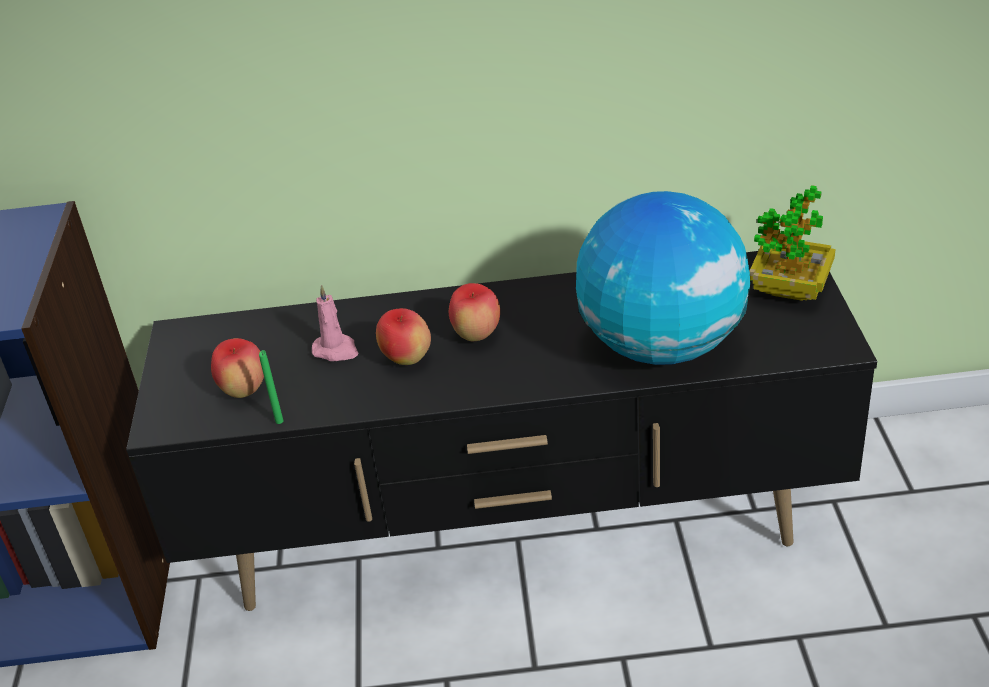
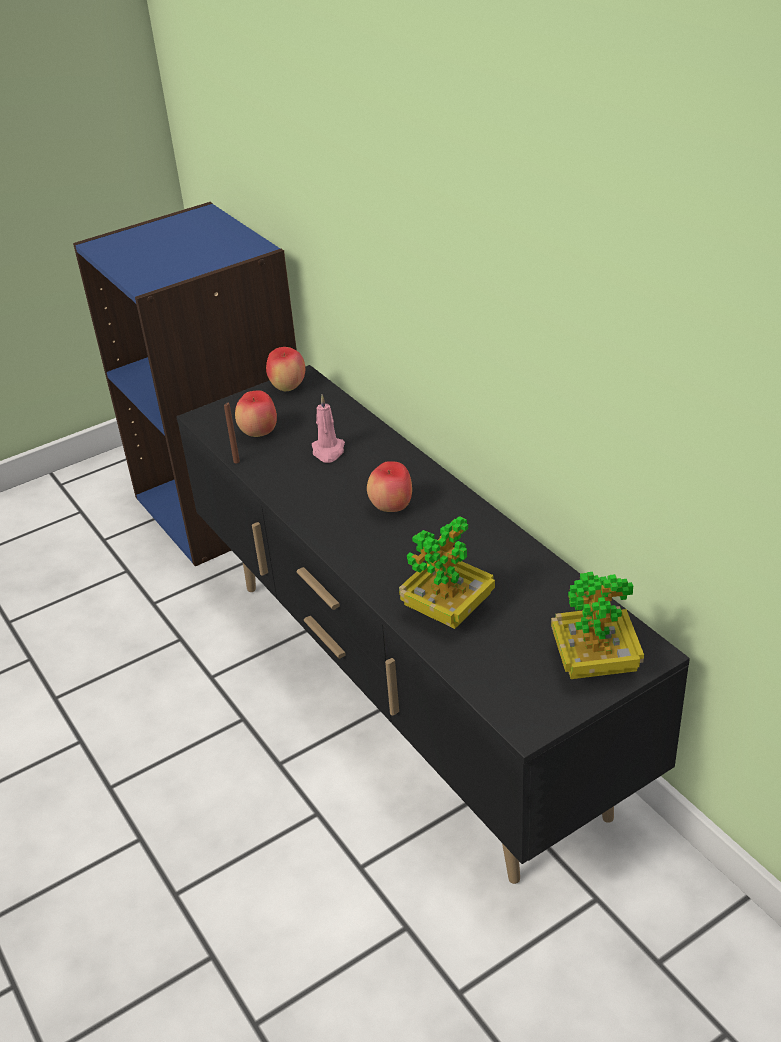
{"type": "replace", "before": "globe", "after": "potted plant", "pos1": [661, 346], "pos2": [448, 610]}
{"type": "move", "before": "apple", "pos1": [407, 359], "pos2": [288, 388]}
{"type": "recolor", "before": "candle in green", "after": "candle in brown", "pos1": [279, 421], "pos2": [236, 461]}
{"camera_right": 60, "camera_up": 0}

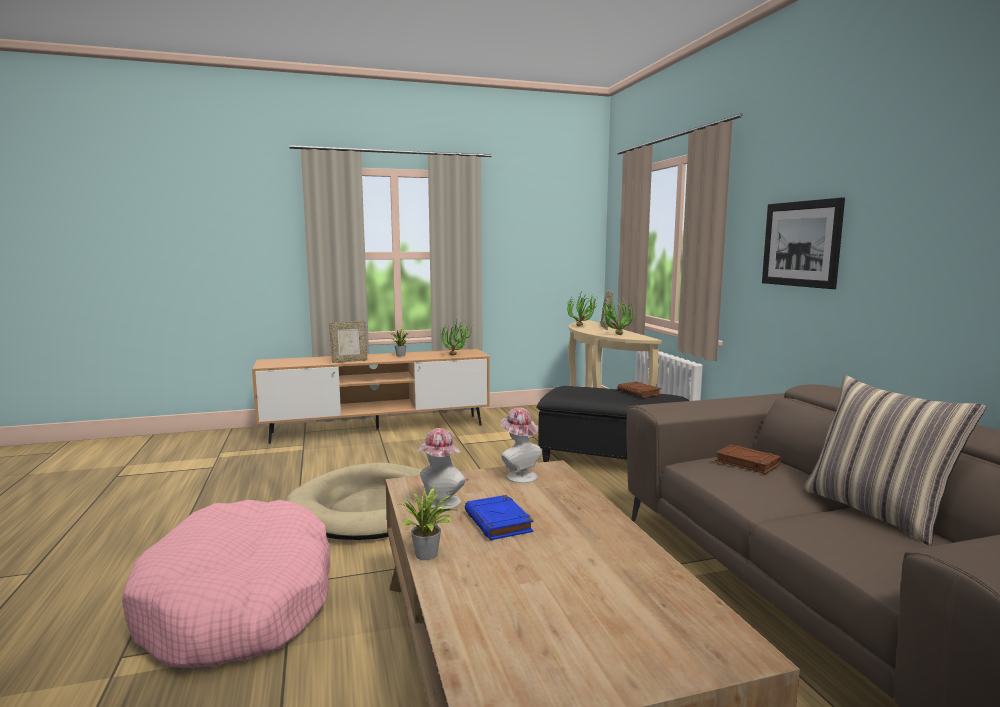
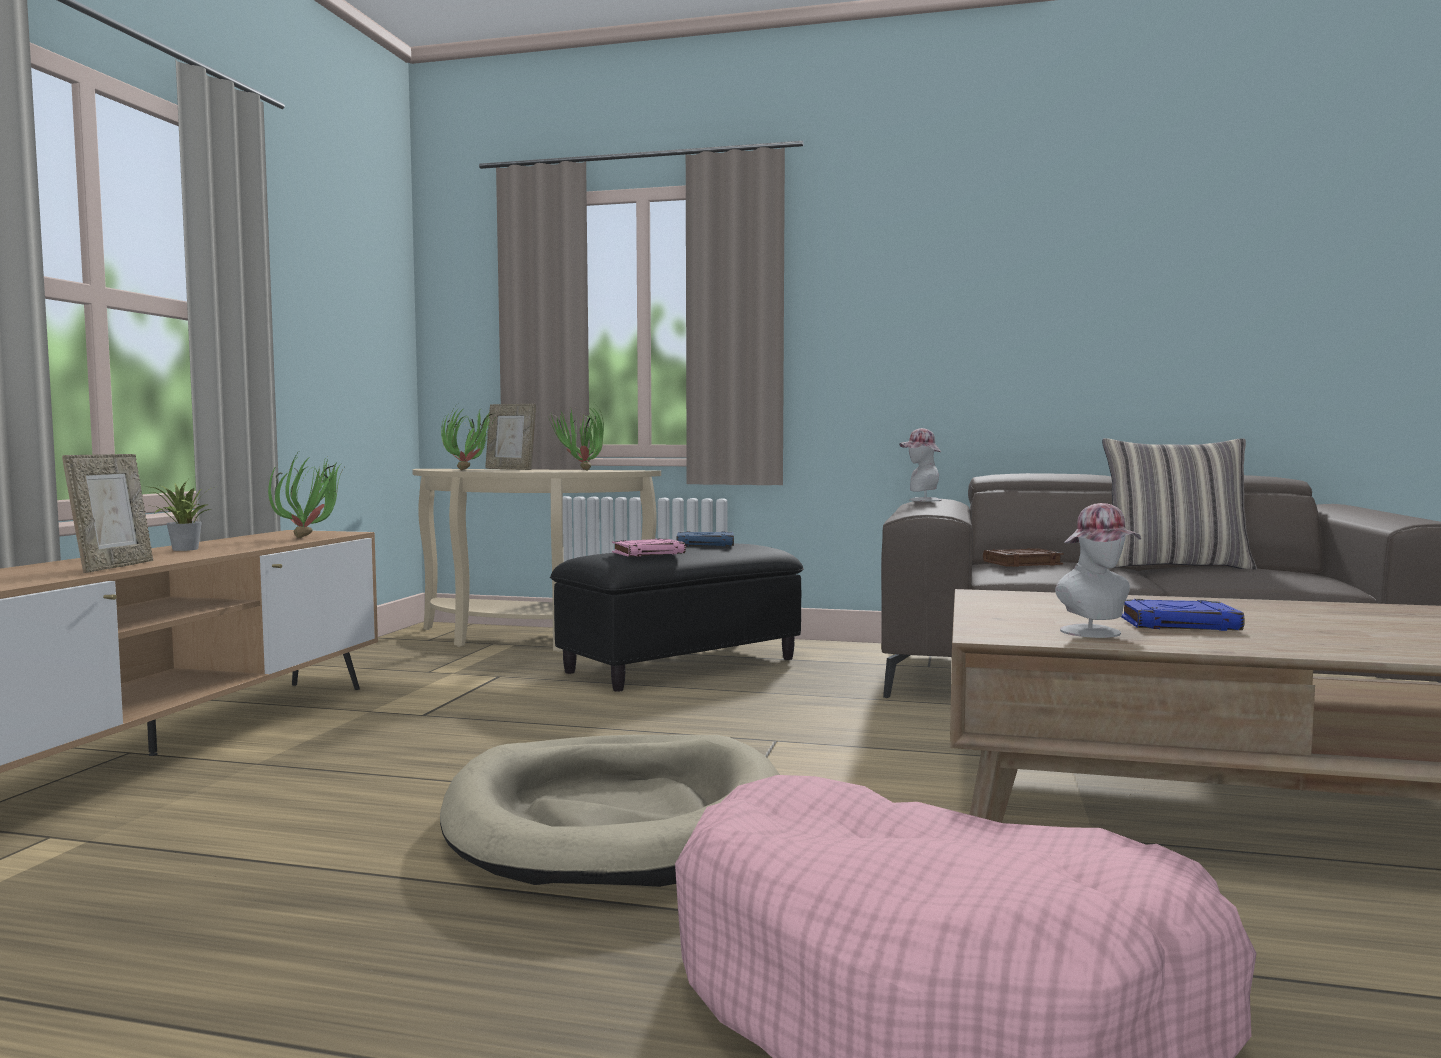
{"type": "delete", "before": "picture", "pos1": [801, 244]}
{"type": "recolor", "before": "book in brown", "after": "book in blue", "pos1": [639, 392], "pos2": [706, 544]}
{"type": "move", "before": "hat", "pos1": [518, 475], "pos2": [920, 500]}
{"type": "delete", "before": "potted plant", "pos1": [428, 556]}
{"type": "insert", "after": "book in pink", "pos2": [649, 553]}
{"camera_right": -60, "camera_up": -5}

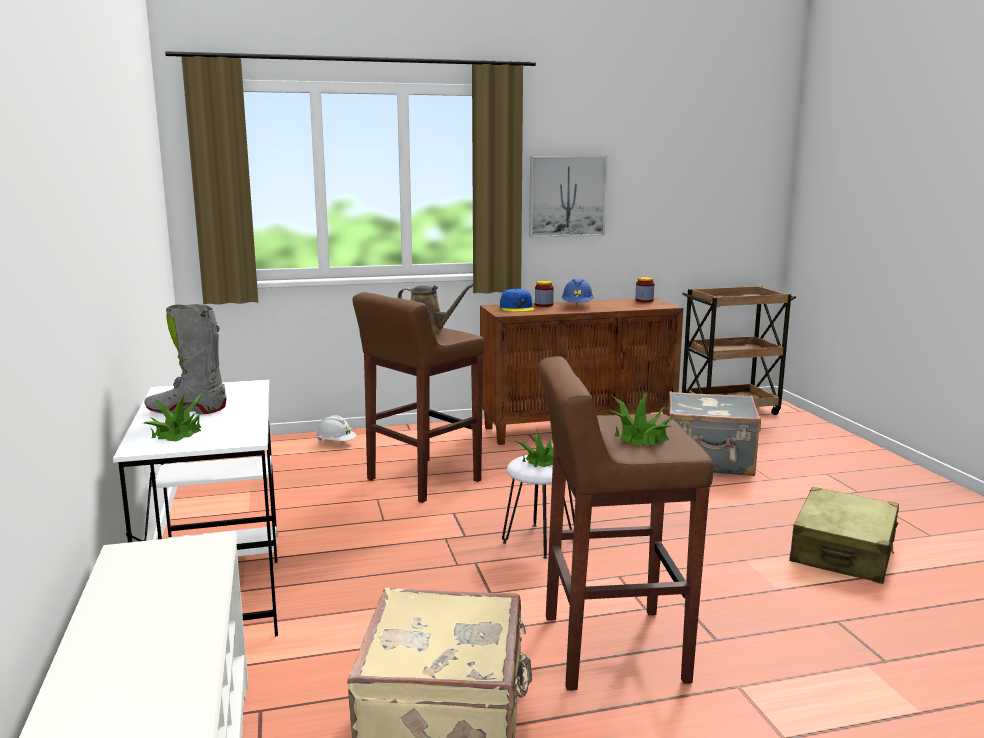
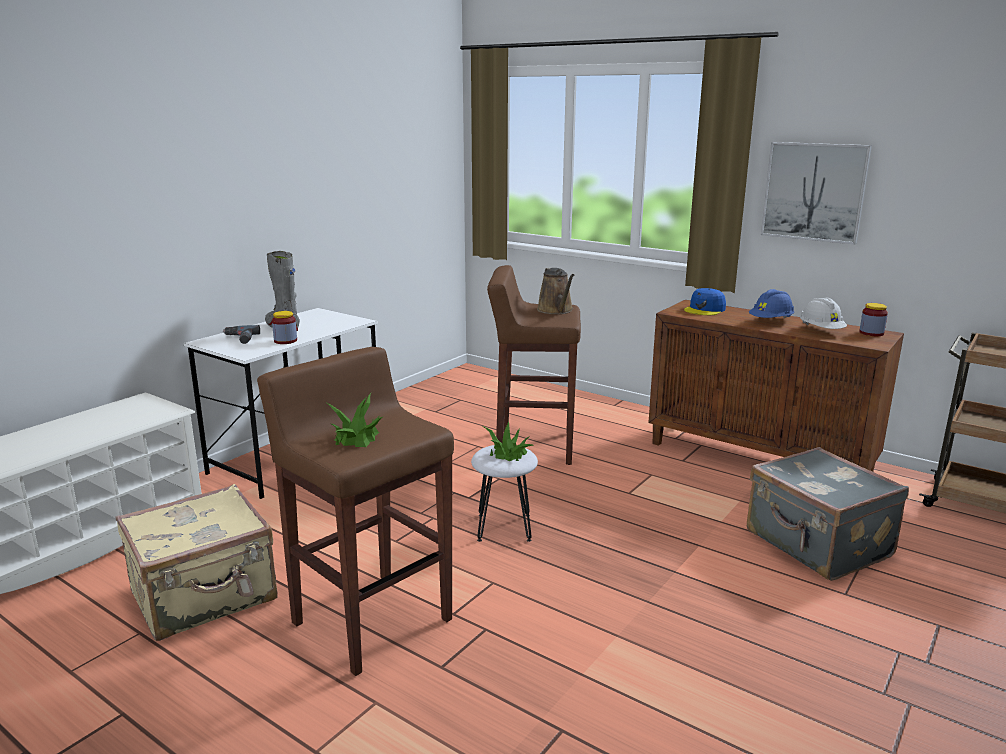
{"type": "move", "before": "jar", "pos1": [544, 305], "pos2": [285, 341]}
{"type": "replace", "before": "potted plant", "after": "power drill", "pos1": [177, 433], "pos2": [240, 339]}
{"type": "move", "before": "hard hat in white", "pos1": [336, 443], "pos2": [821, 331]}
{"type": "delete", "before": "suitcase in beige", "pos1": [843, 552]}
{"camera_right": 50, "camera_up": 5}

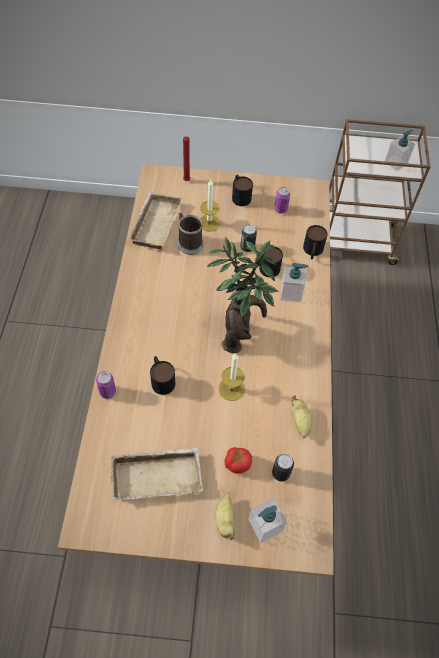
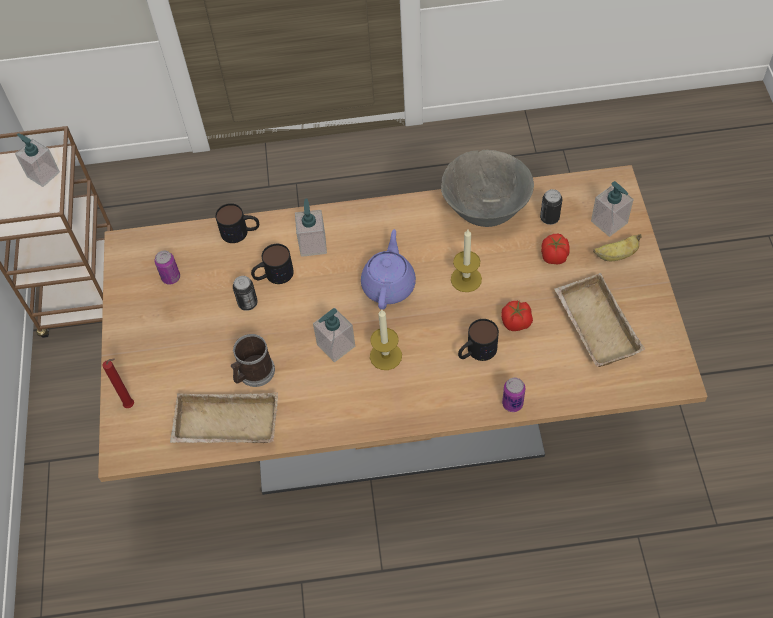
{"type": "delete", "before": "mug", "pos1": [240, 195]}
{"type": "move", "before": "candle", "pos1": [209, 223], "pos2": [385, 356]}
{"type": "replace", "before": "potted plant", "after": "teapot in purple", "pos1": [240, 334], "pos2": [389, 285]}
{"type": "replace", "before": "banana", "after": "bowl in grey", "pos1": [300, 422], "pos2": [485, 210]}
{"type": "insert", "after": "tomato", "pos2": [516, 322]}
{"type": "insert", "after": "soap dispenser", "pos2": [336, 346]}
{"camera_right": -95, "camera_up": 0}

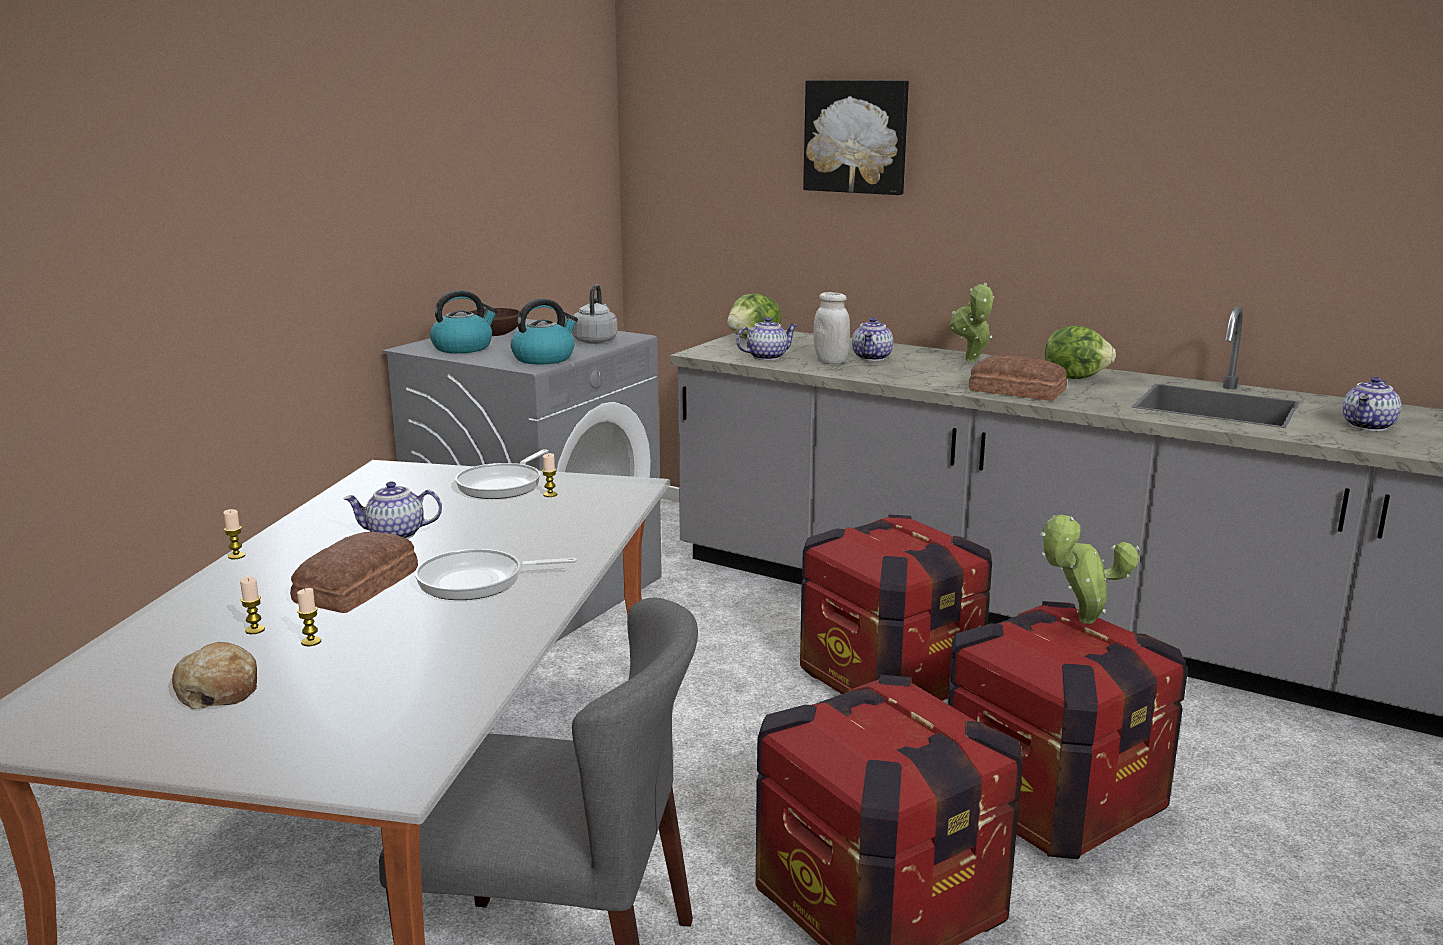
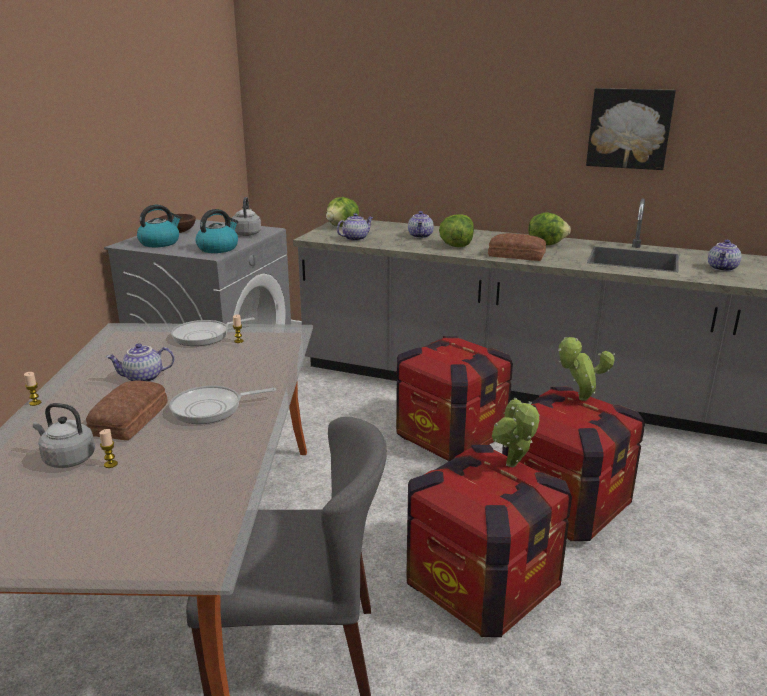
{"type": "move", "before": "picture", "pos1": [856, 137], "pos2": [629, 128]}
{"type": "move", "before": "potted plant", "pos1": [971, 362], "pos2": [513, 466]}
{"type": "delete", "before": "jar in white", "pos1": [831, 361]}
{"type": "rotate", "before": "frying pan", "pos1": [503, 485], "pos2": [204, 336], "turn": 45}
{"type": "replace", "before": "candle", "after": "kettle in grey", "pos1": [255, 630], "pos2": [67, 459]}
{"type": "delete", "before": "bread", "pos1": [219, 691]}
{"type": "insert", "after": "lettuce", "pos2": [456, 246]}
{"camera_right": -10, "camera_up": 5}

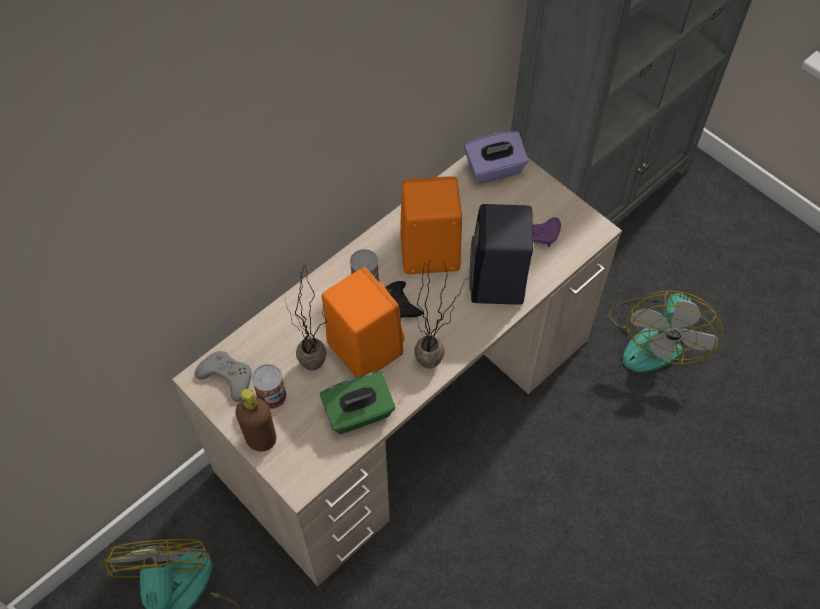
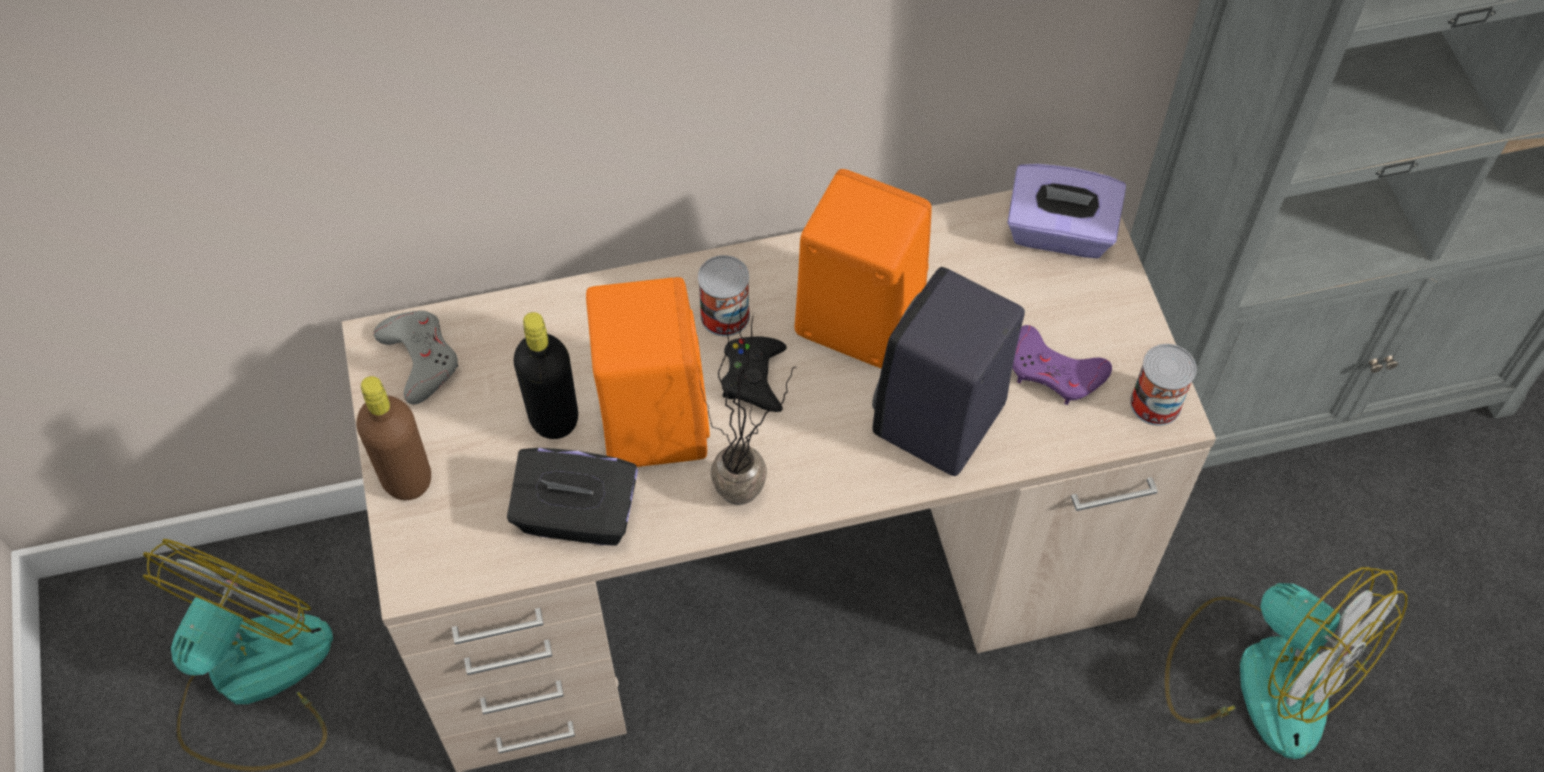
{"type": "replace", "before": "potted plant", "after": "bottle in black", "pos1": [315, 372], "pos2": [554, 418]}
{"type": "rotate", "before": "fan", "pos1": [655, 337], "pos2": [1261, 673], "turn": -90}
{"type": "move", "before": "can", "pos1": [271, 395], "pos2": [1155, 403]}
{"type": "recolor", "before": "tissue box in green", "after": "tissue box in black", "pos1": [359, 413], "pos2": [576, 517]}
{"camera_right": 30, "camera_up": 0}

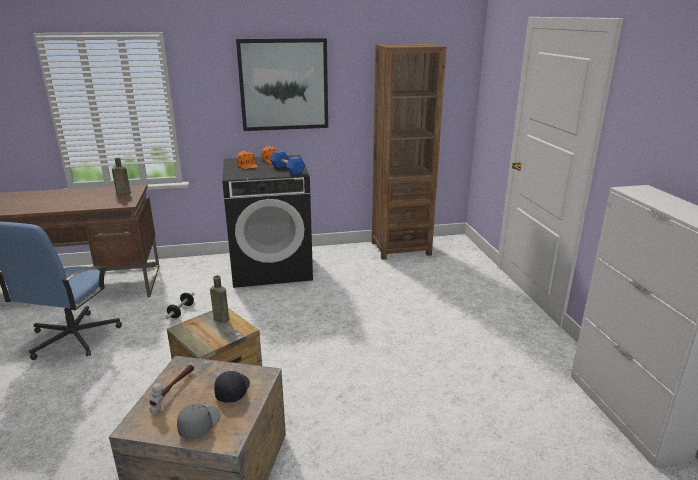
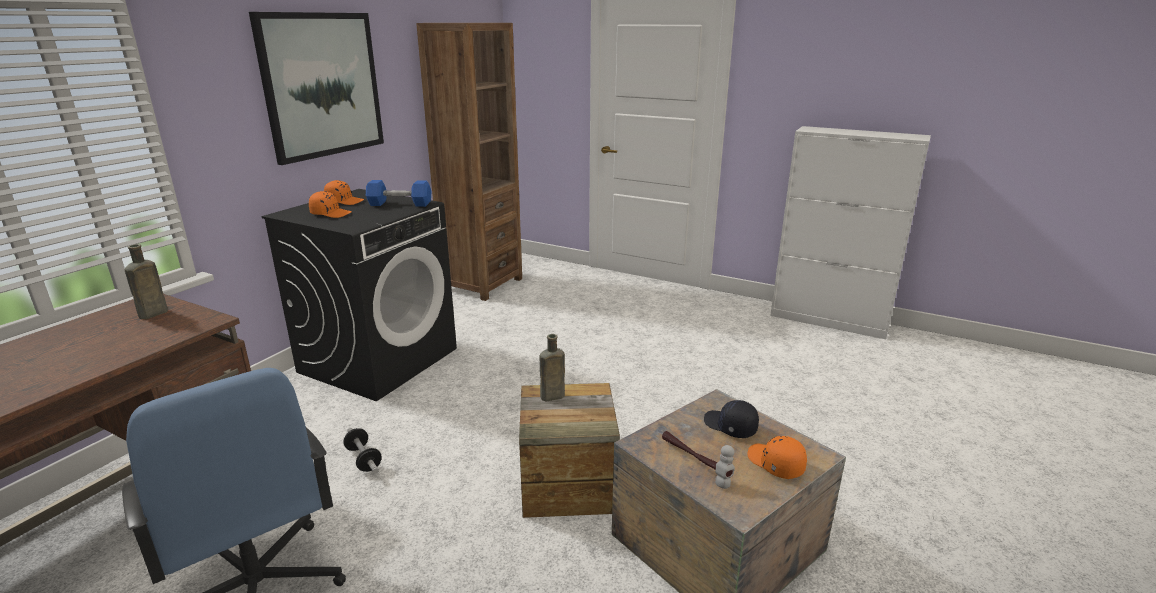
{"type": "recolor", "before": "cap in grey", "after": "cap in orange", "pos1": [199, 425], "pos2": [775, 464]}
{"camera_right": -50, "camera_up": 0}

